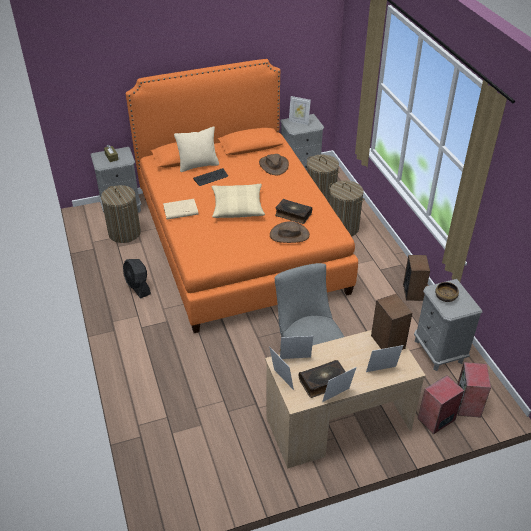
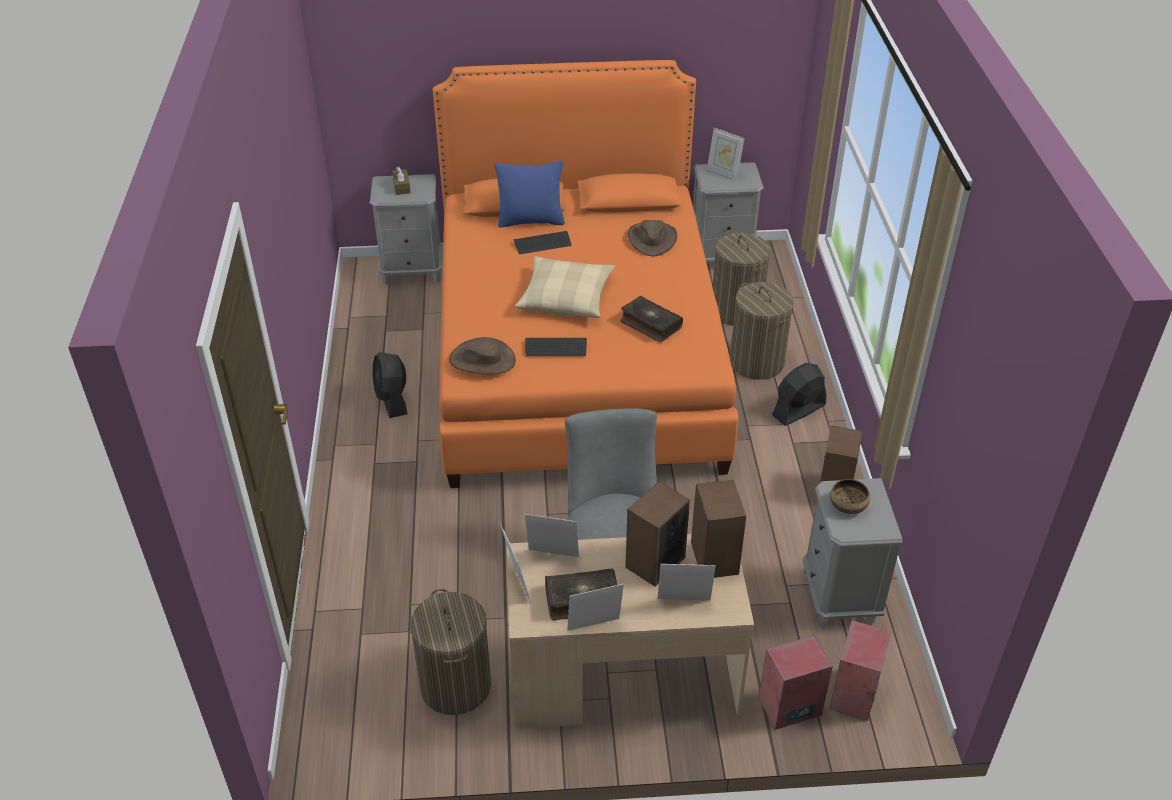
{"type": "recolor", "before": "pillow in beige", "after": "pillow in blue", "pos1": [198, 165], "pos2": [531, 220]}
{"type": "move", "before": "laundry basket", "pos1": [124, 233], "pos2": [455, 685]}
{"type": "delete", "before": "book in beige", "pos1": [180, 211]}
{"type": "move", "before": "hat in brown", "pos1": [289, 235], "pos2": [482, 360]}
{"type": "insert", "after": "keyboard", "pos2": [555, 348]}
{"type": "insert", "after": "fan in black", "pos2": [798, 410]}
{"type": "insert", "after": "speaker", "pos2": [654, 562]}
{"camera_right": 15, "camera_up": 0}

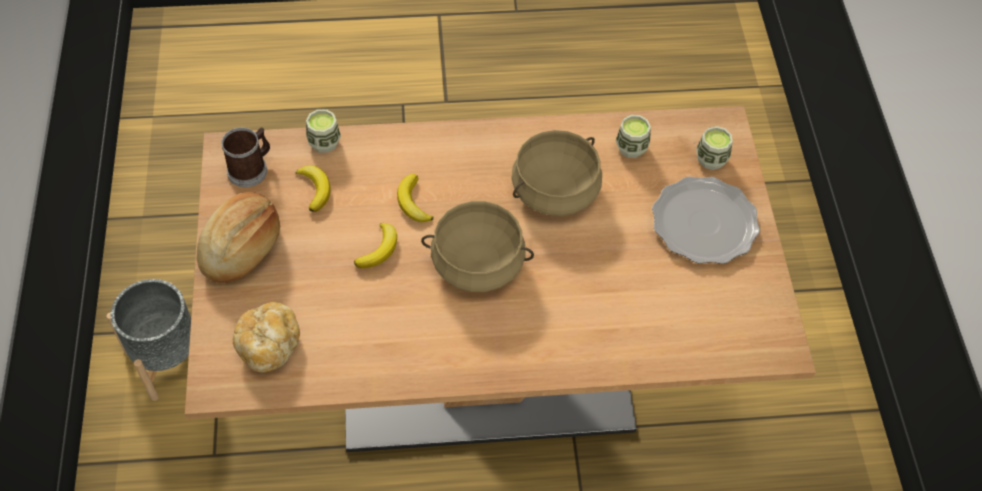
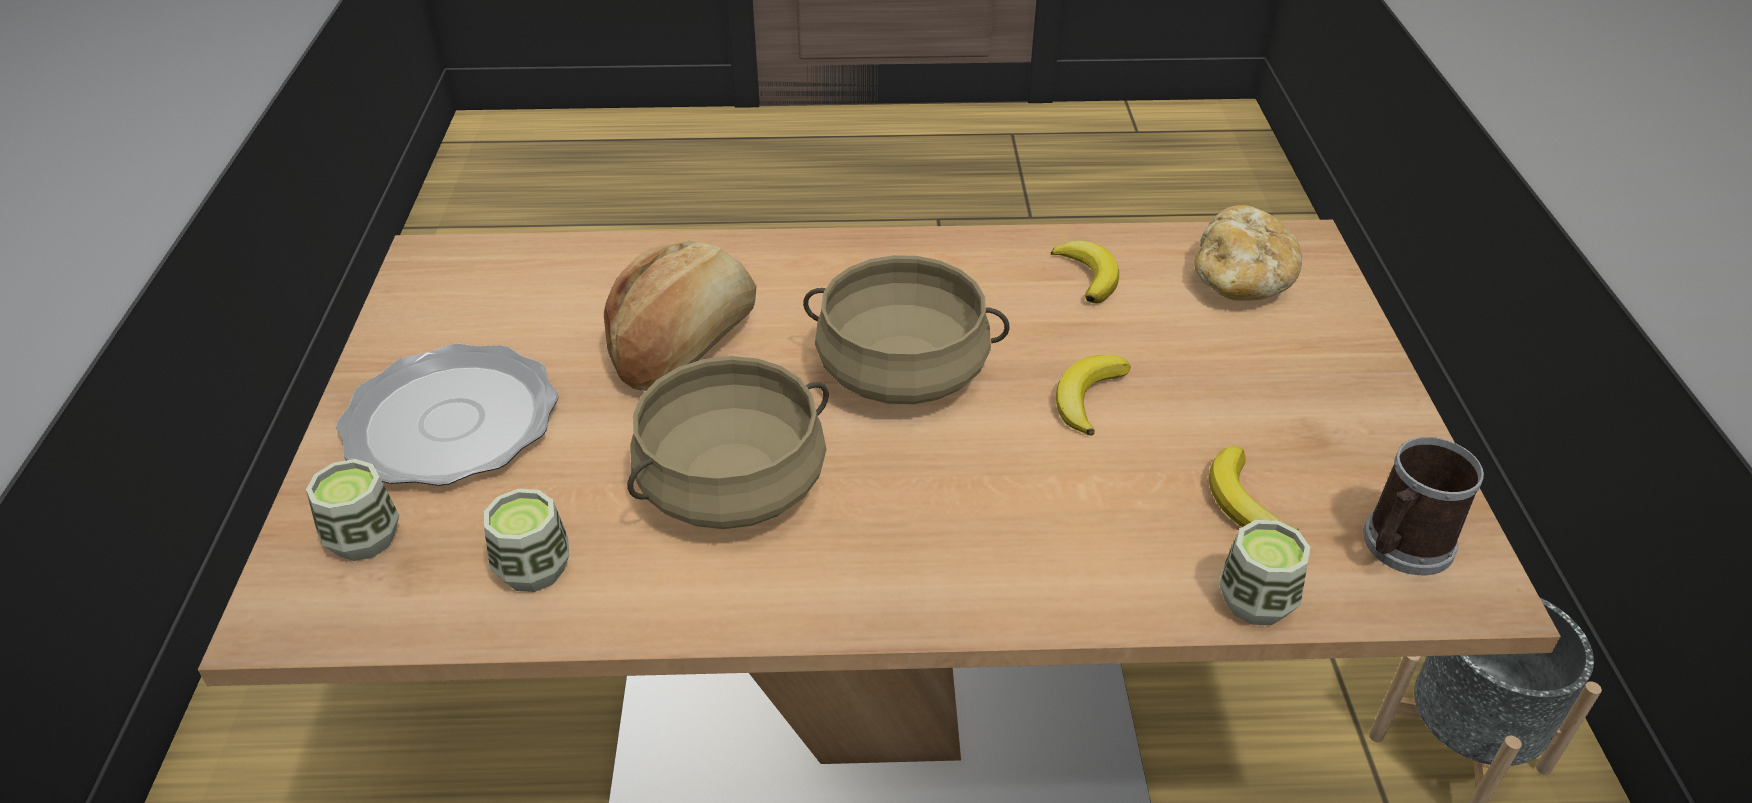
{"type": "move", "before": "banana", "pos1": [413, 202], "pos2": [1088, 275]}
{"type": "move", "before": "bread", "pos1": [242, 247], "pos2": [684, 344]}
{"camera_right": -175, "camera_up": -15}

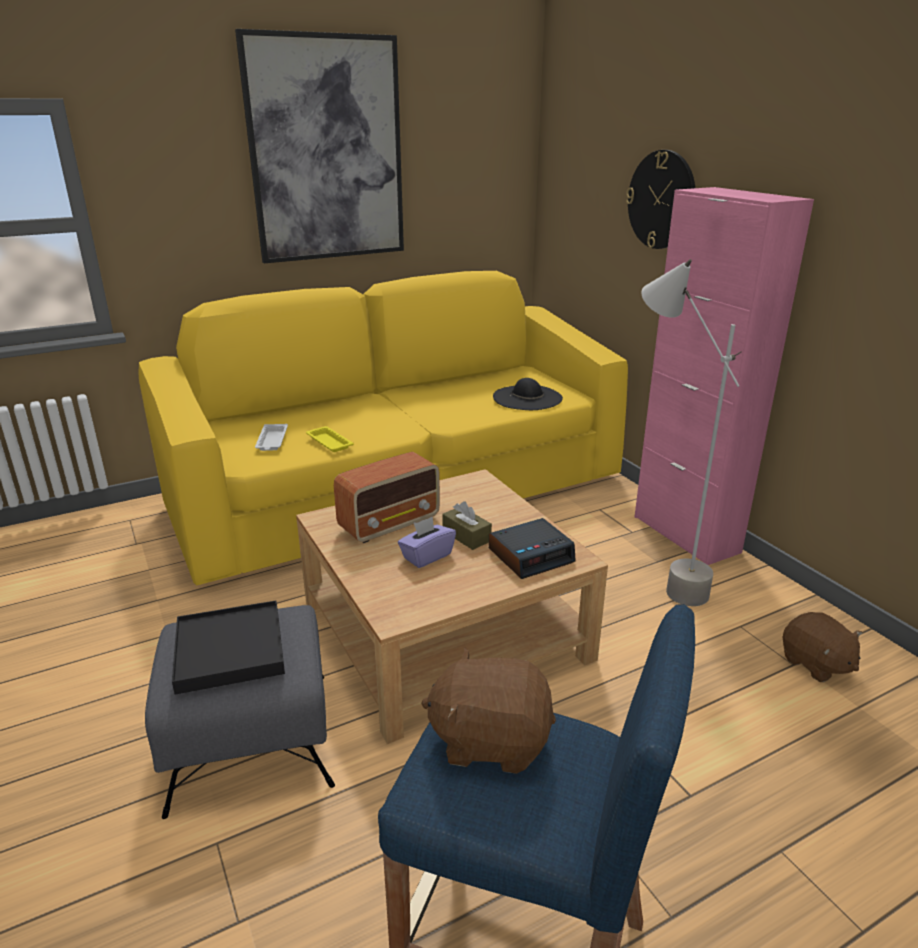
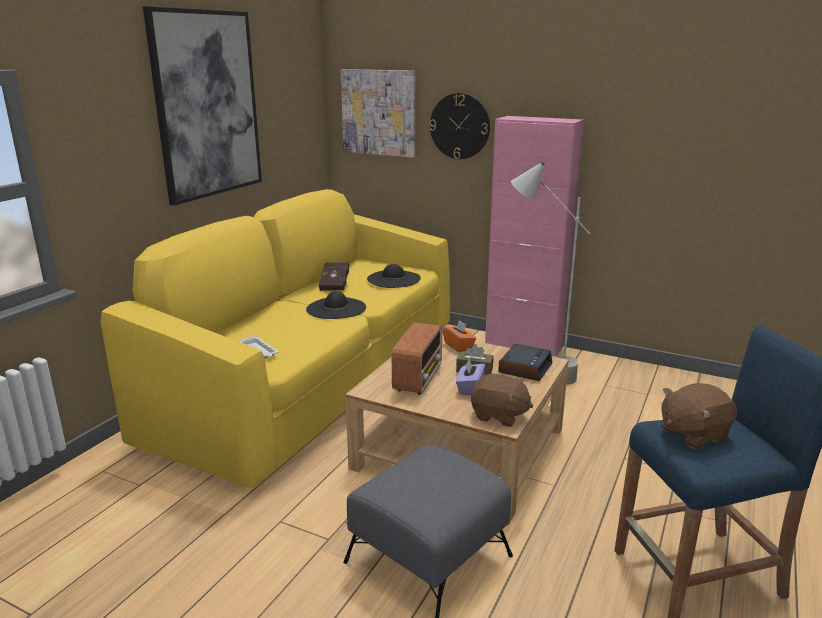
{"type": "delete", "before": "tray in yellow", "pos1": [329, 442]}
{"type": "delete", "before": "tray in black", "pos1": [229, 650]}
{"type": "move", "before": "plush toy in brown", "pos1": [815, 664], "pos2": [499, 415]}
{"type": "insert", "after": "picture", "pos2": [379, 112]}
{"type": "insert", "after": "book in red", "pos2": [335, 285]}
{"type": "insert", "after": "hat in black", "pos2": [336, 308]}
{"type": "insert", "after": "tissue box in orange", "pos2": [459, 346]}
{"camera_right": -35, "camera_up": -5}

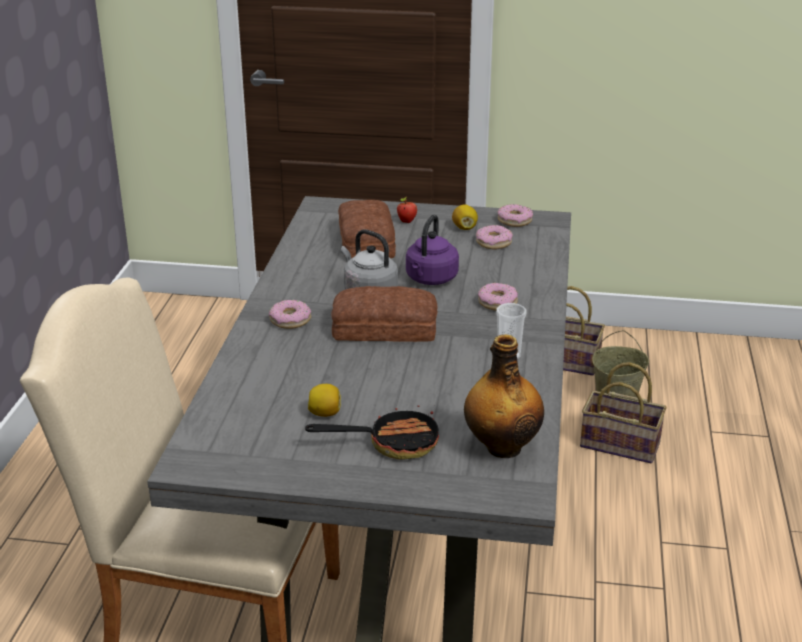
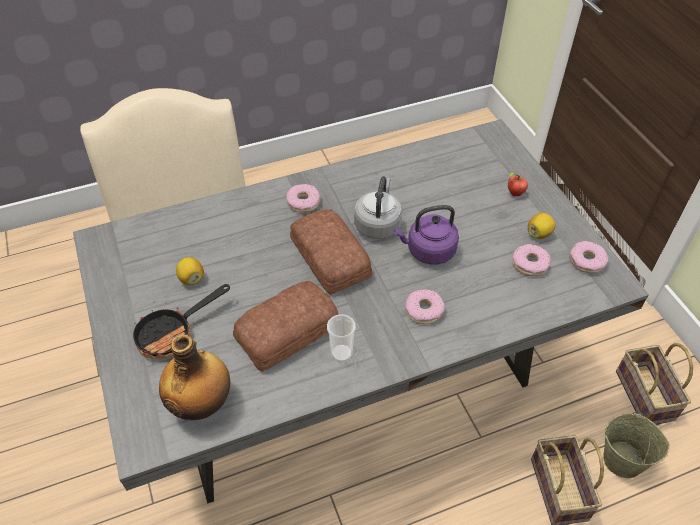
{"type": "move", "before": "bread", "pos1": [364, 241], "pos2": [285, 331]}
{"type": "rotate", "before": "frying pan", "pos1": [392, 443], "pos2": [173, 333], "turn": 90}
{"camera_right": 60, "camera_up": 20}

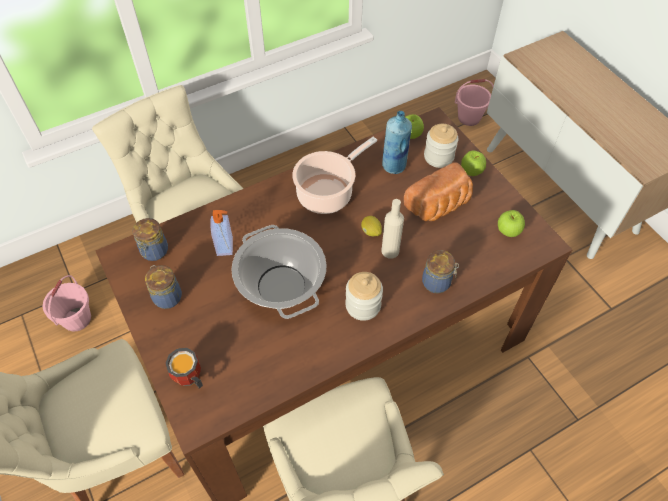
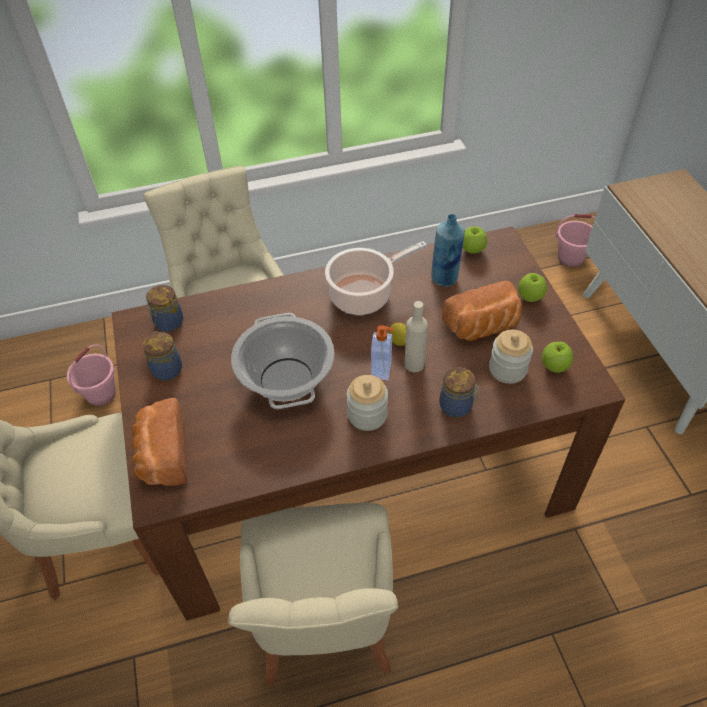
{"type": "move", "before": "jar", "pos1": [438, 157], "pos2": [507, 369]}
{"type": "move", "before": "soap dispenser", "pos1": [225, 246], "pos2": [382, 370]}
{"type": "replace", "before": "mug", "after": "bread", "pos1": [189, 380], "pos2": [162, 455]}
{"camera_right": 15, "camera_up": -5}

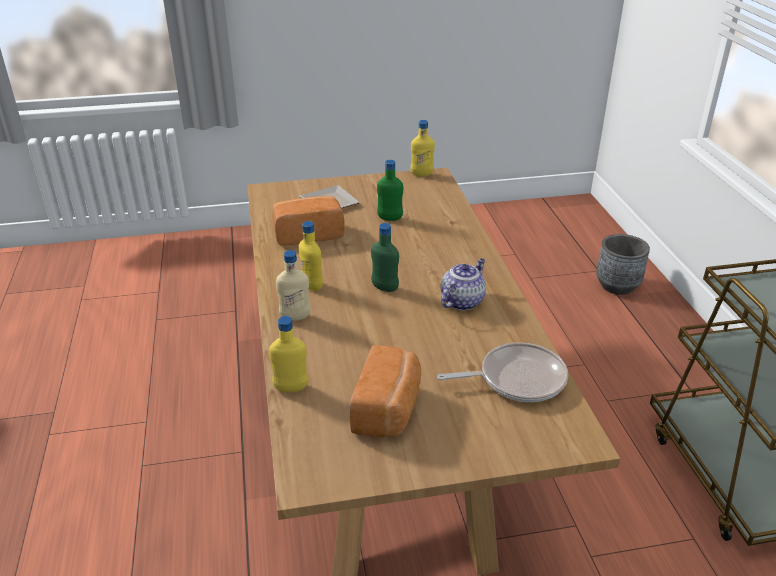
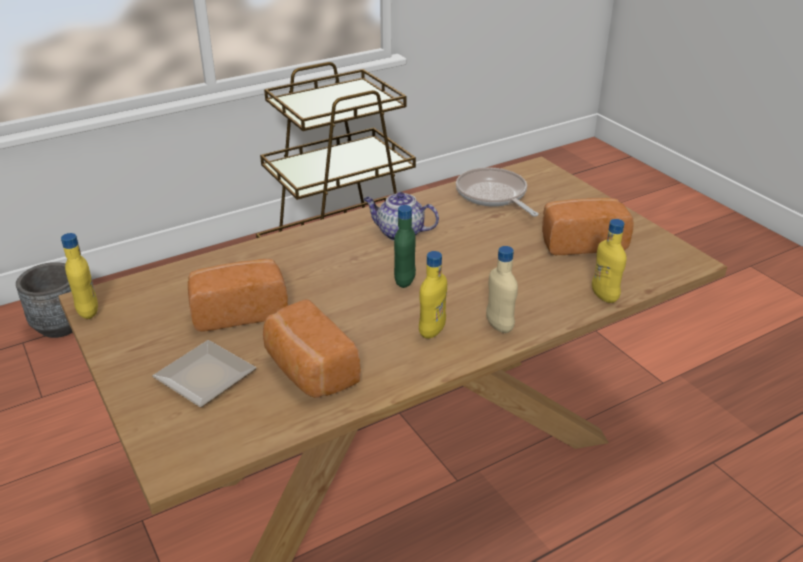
{"type": "replace", "before": "bottle in green", "after": "bread", "pos1": [390, 218], "pos2": [239, 311]}
{"camera_right": -110, "camera_up": 0}

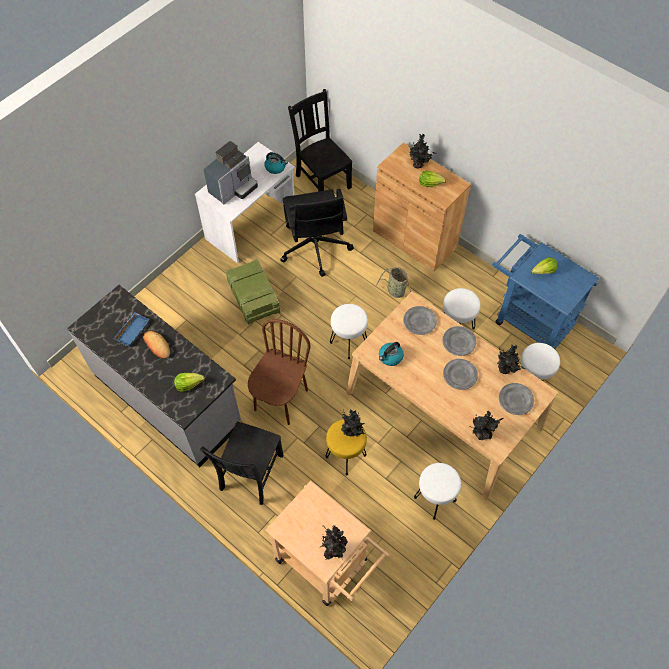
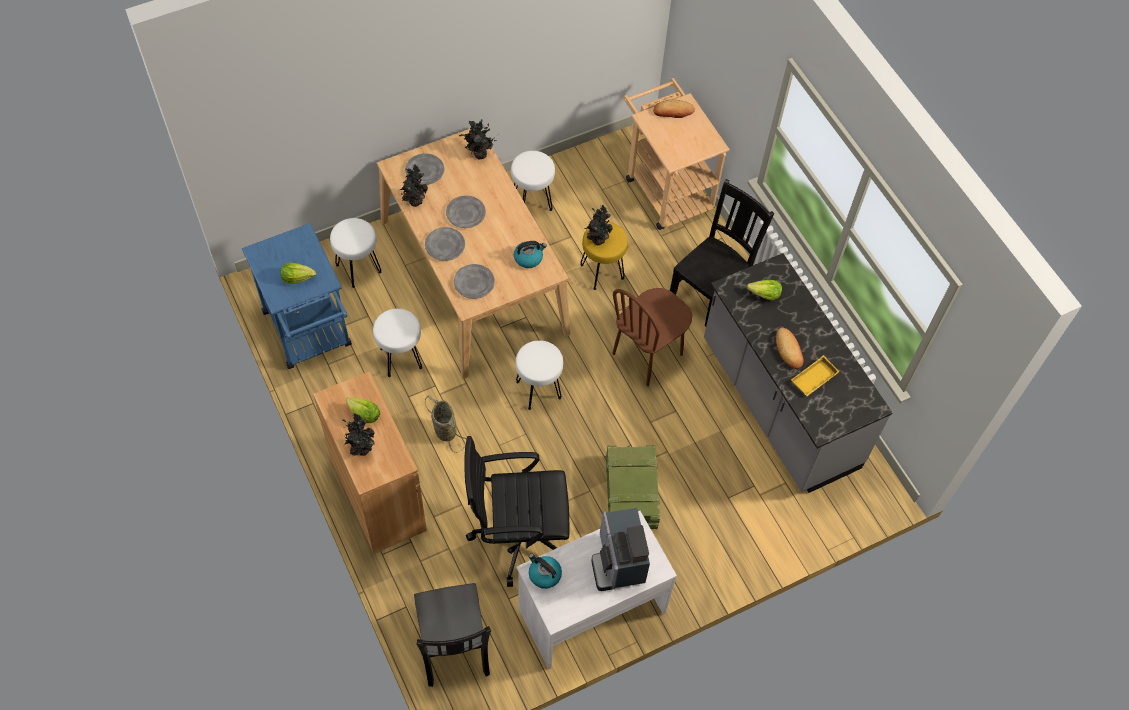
{"type": "rotate", "before": "coffee machine", "pos1": [233, 188], "pos2": [618, 562], "turn": -75}
{"type": "rotate", "before": "office chair in black", "pos1": [315, 248], "pos2": [518, 535], "turn": -105}
{"type": "recolor", "before": "tray in blue", "after": "tray in yellow", "pos1": [131, 330], "pos2": [814, 379]}
{"type": "replace", "before": "potted plant", "after": "bread", "pos1": [333, 550], "pos2": [673, 111]}
{"camera_right": -160, "camera_up": 0}

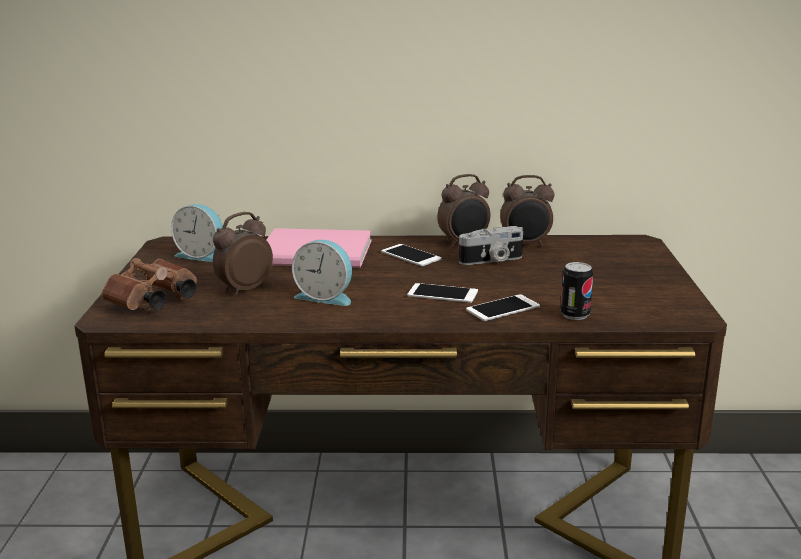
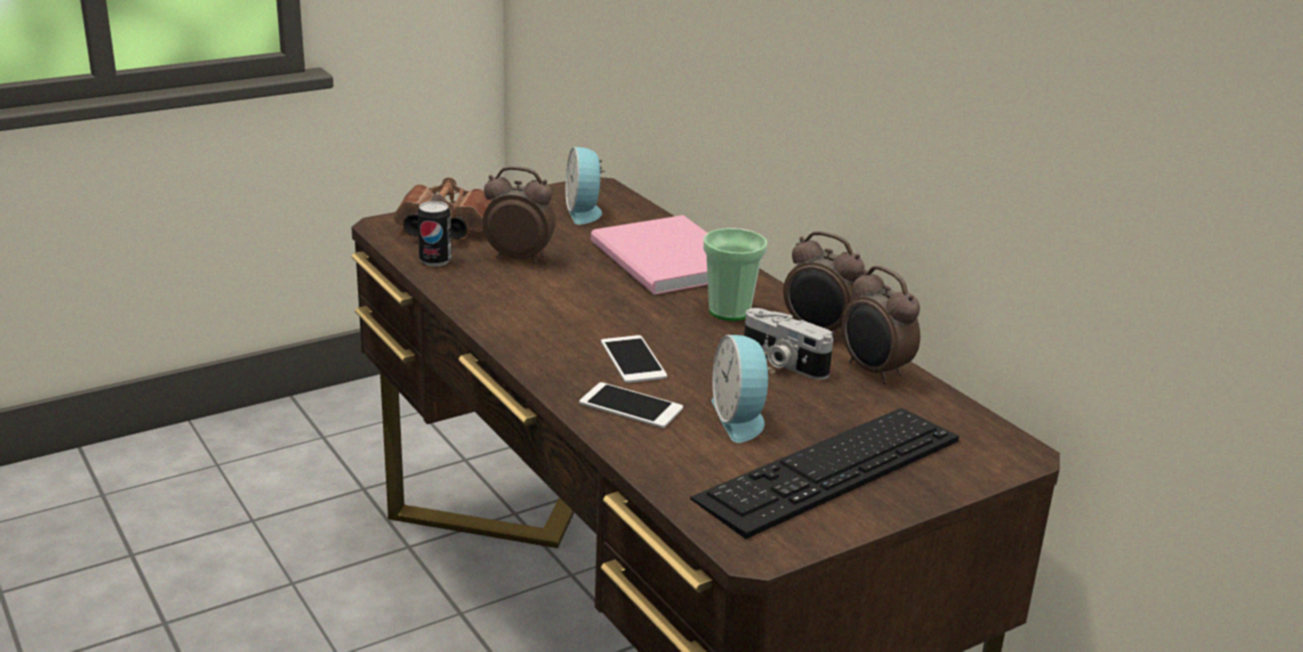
{"type": "move", "before": "alarm clock", "pos1": [325, 297], "pos2": [741, 418]}
{"type": "replace", "before": "phone", "after": "cup", "pos1": [410, 255], "pos2": [730, 311]}
{"type": "move", "before": "can", "pos1": [575, 315], "pos2": [435, 260]}
{"type": "insert", "after": "keyboard", "pos2": [829, 469]}
{"camera_right": 55, "camera_up": 5}

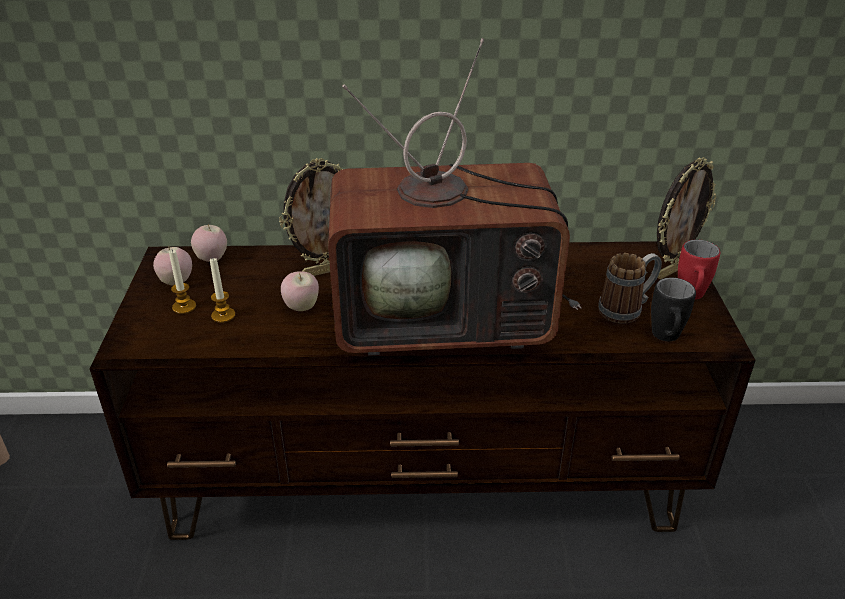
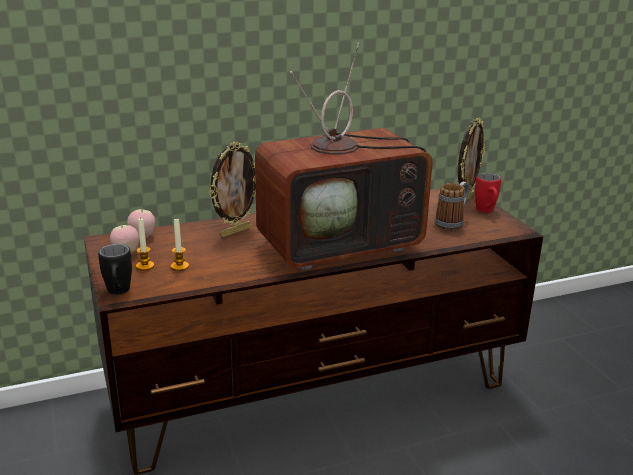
{"type": "delete", "before": "apple", "pos1": [301, 307]}
{"type": "move", "before": "mug in black", "pos1": [666, 339], "pos2": [118, 293]}
{"camera_right": -20, "camera_up": -10}

